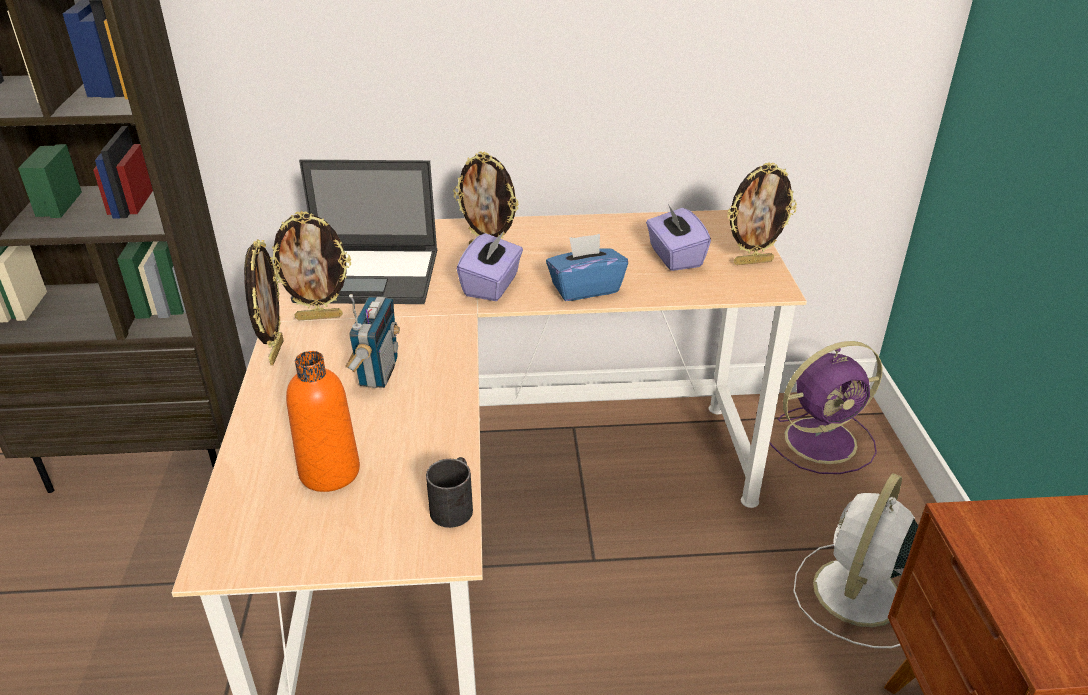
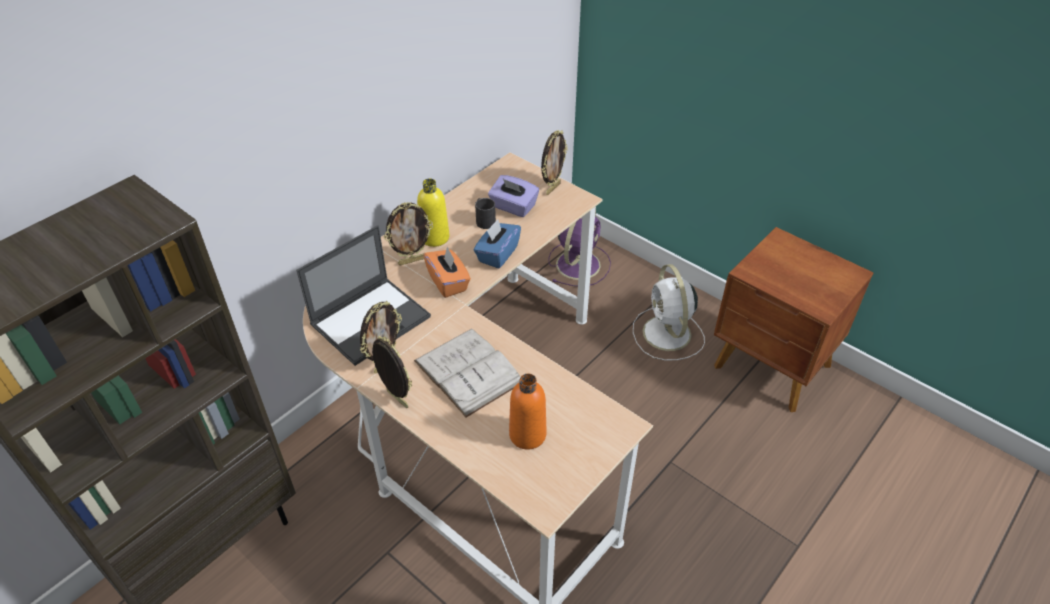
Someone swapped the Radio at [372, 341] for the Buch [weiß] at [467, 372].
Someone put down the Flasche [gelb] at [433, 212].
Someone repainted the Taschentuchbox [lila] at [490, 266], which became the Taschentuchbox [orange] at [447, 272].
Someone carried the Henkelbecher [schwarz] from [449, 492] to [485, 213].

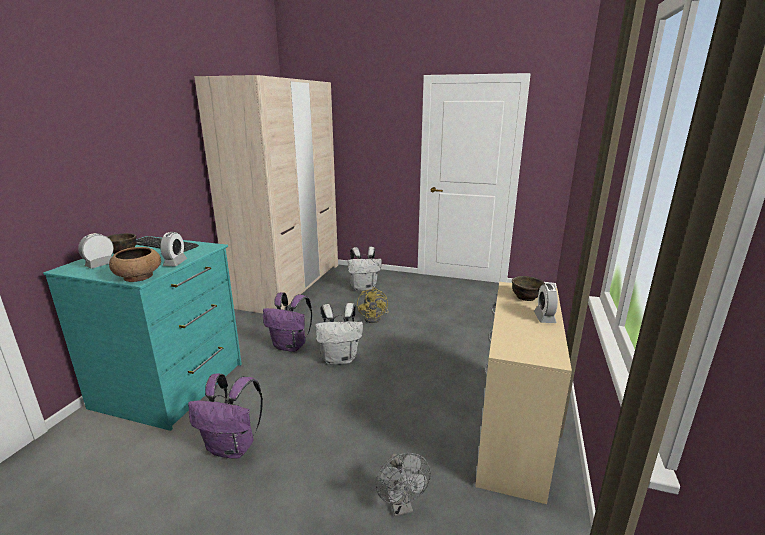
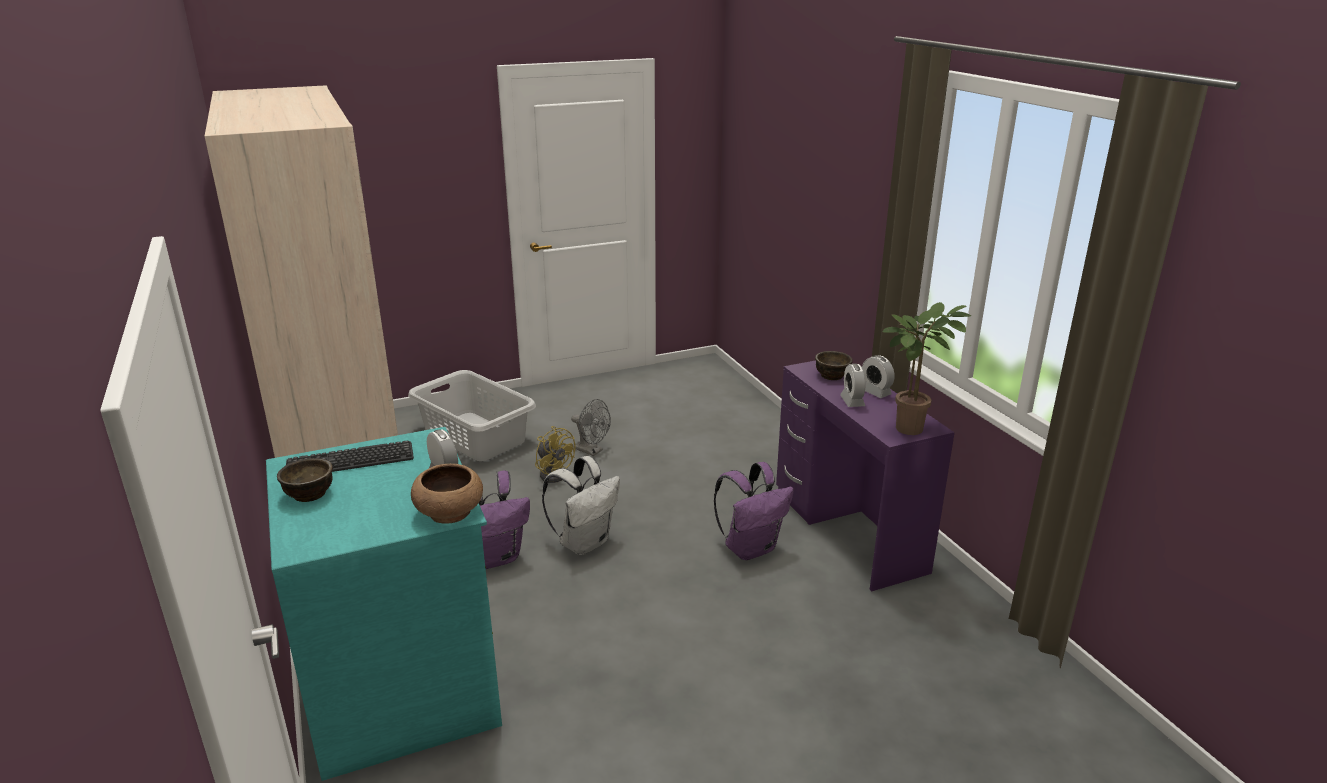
Someone swapped the Rucksack [weiß] at [365, 268] for the Wäschekorb [grau] at [472, 415].
Someone carried the Ventilator [grau] from [403, 484] to [591, 427].
Someone carried the Rucksack [lila] from [225, 416] to [754, 511].
Someone repainted the Schreibtisch [beige] at [523, 393], which became the Schreibtisch [lila] at [865, 476].
Someone carried the Wecker from [96, 251] to [853, 385].
Someone put down the Topfpflanze at [926, 368].

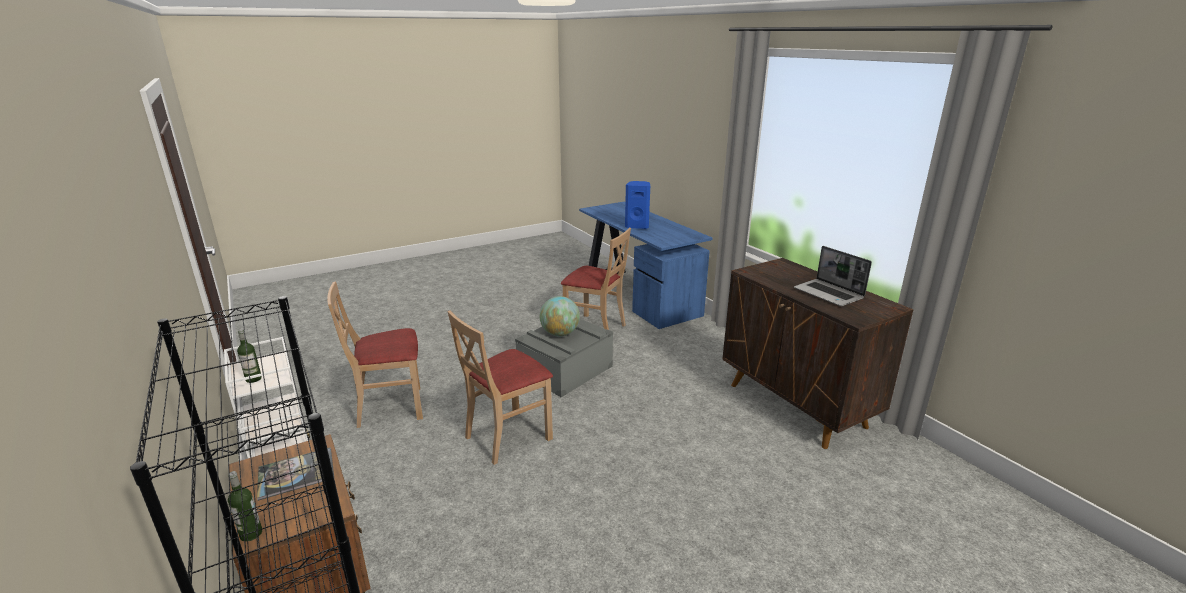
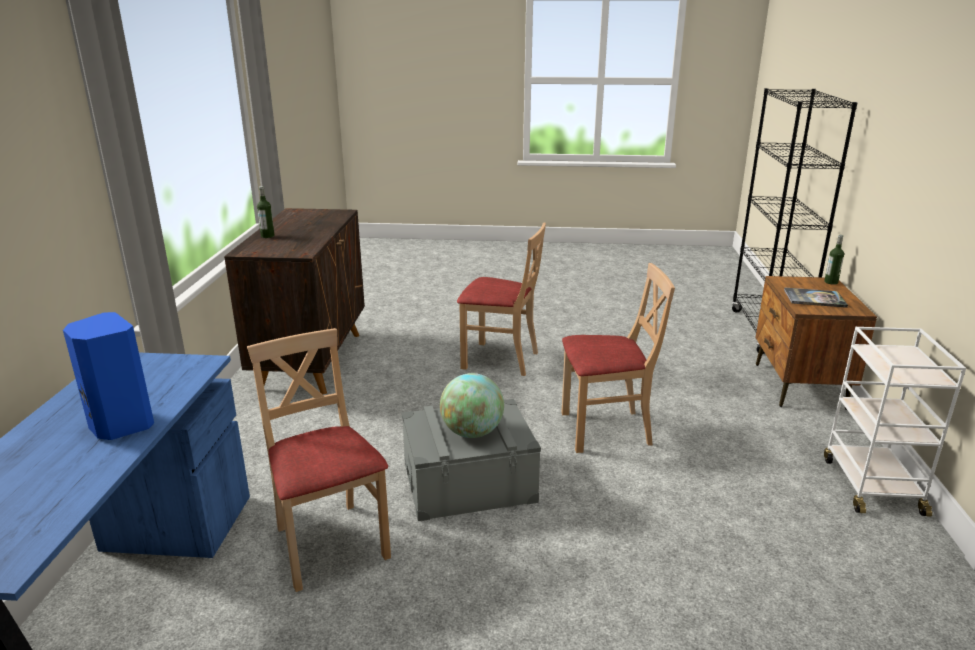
Someone carried the Flasche from [249, 356] to [265, 212].
Someone carried the Stuhl [beige] from [375, 355] to [501, 299].
Someone took away the Laptop at [833, 276].

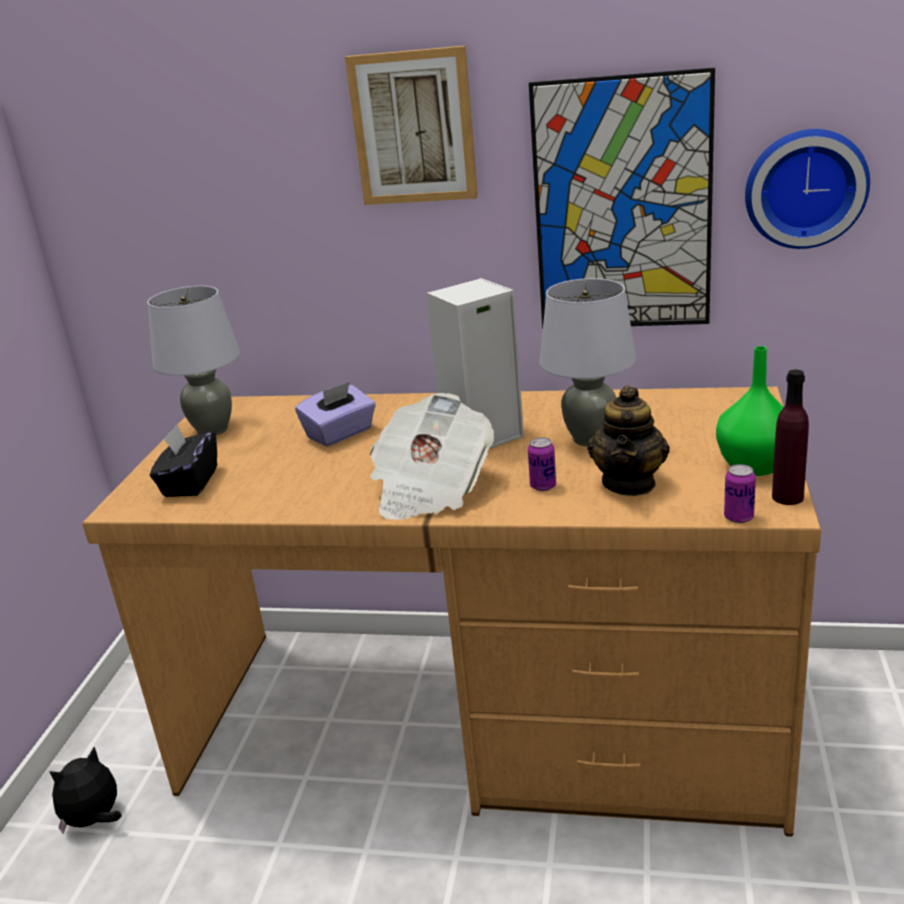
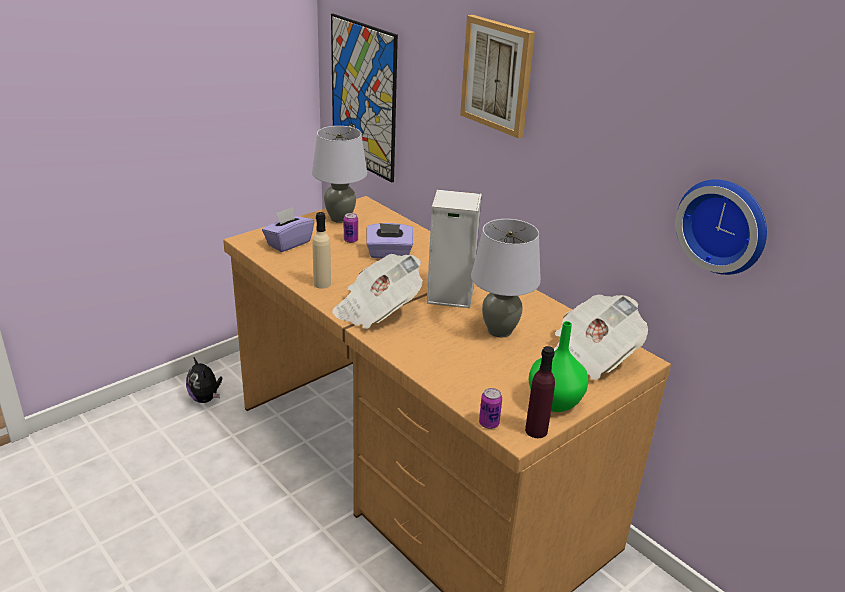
Someone rotated the Plüschtier at [85, 790] by 120 degrees counterclockwise.
Someone repainted the Taschentuchbox [schwarz] at [183, 460], which became the Taschentuchbox [lila] at [288, 229].
Someone put down the Flasche [beige] at [322, 250].
Someone carried the Bild from [622, 198] to [364, 97].
Someone carried the Dose from [542, 464] to [351, 228].
Someone put down the Zeitung at [601, 337].
Someone took away the Teekanne at [628, 440].

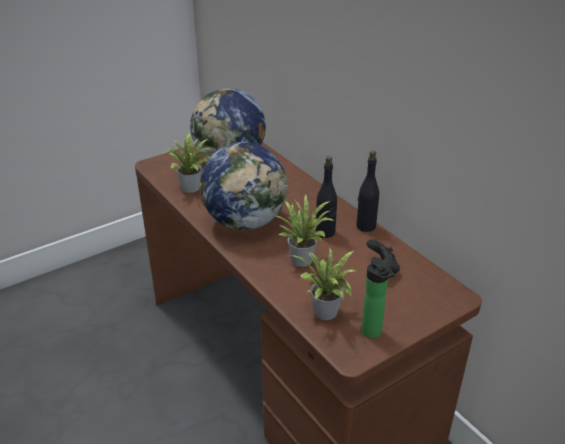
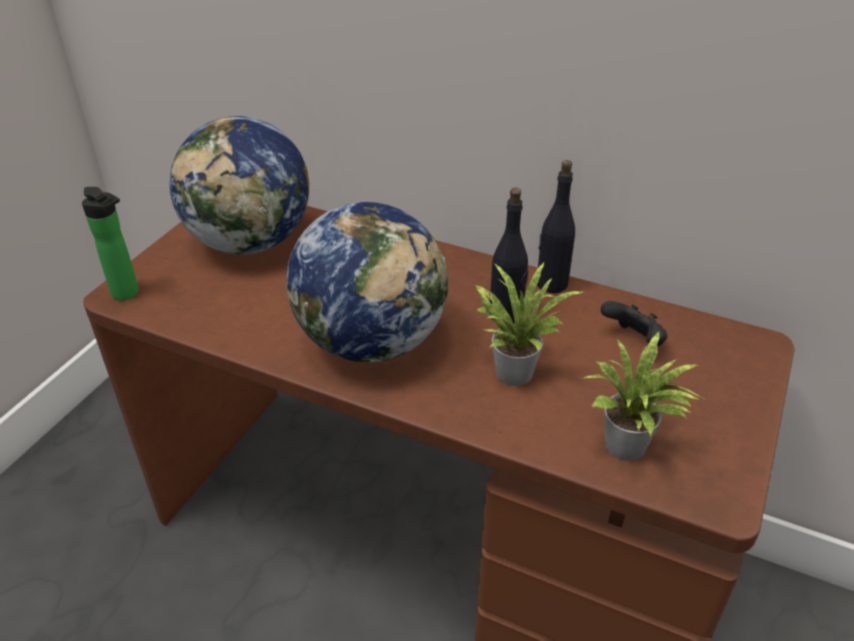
Someone carried the Flasche from [378, 297] to [110, 244].
Someone took away the Topfpflanze at [187, 162].

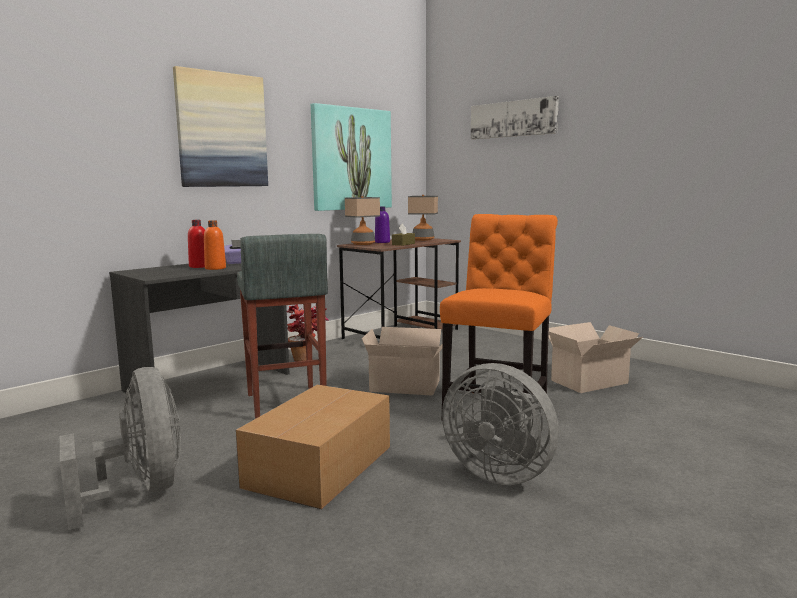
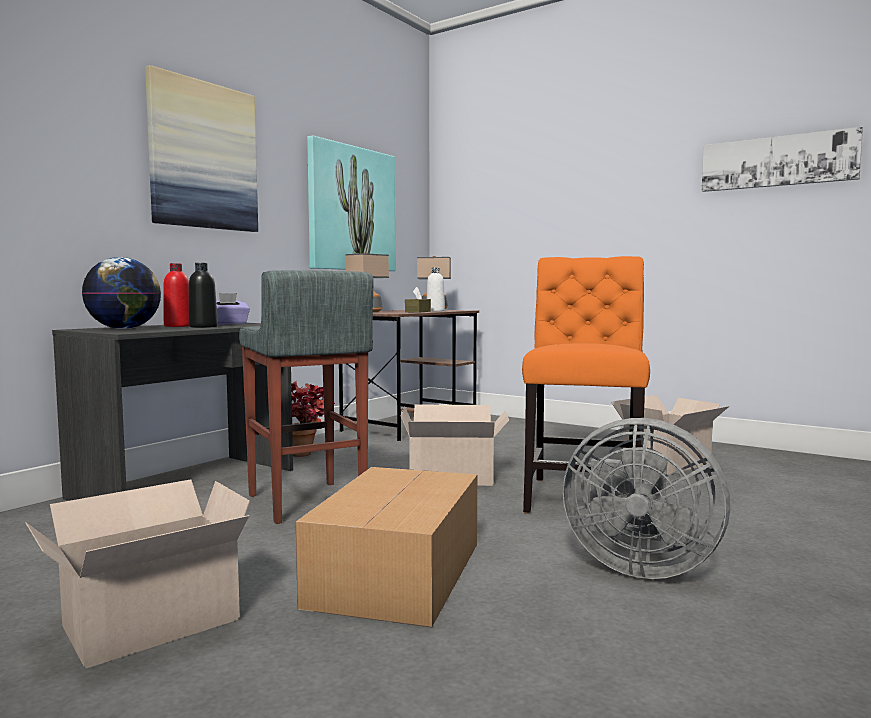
Someone swapped the Ventilator [grau] at [120, 448] for the Karton at [138, 573].
Someone put down the Globus at [121, 293].
Someone repainted the Flasche [orange] at [215, 245], which became the Flasche [schwarz] at [203, 295].
Someone put down the Flasche [weiß] at [436, 289].
Someone carried the Bild from [515, 117] to [782, 159].
Someone took away the Flasche [lila] at [382, 224].

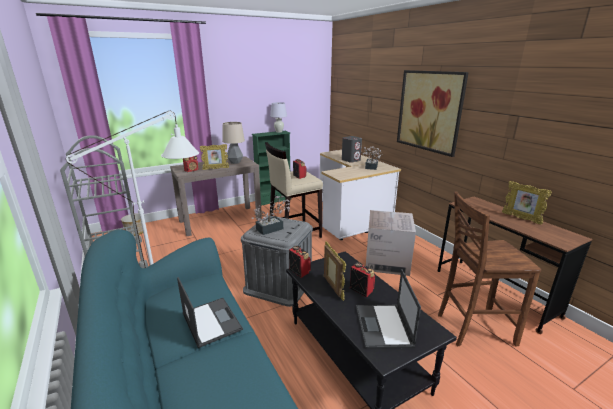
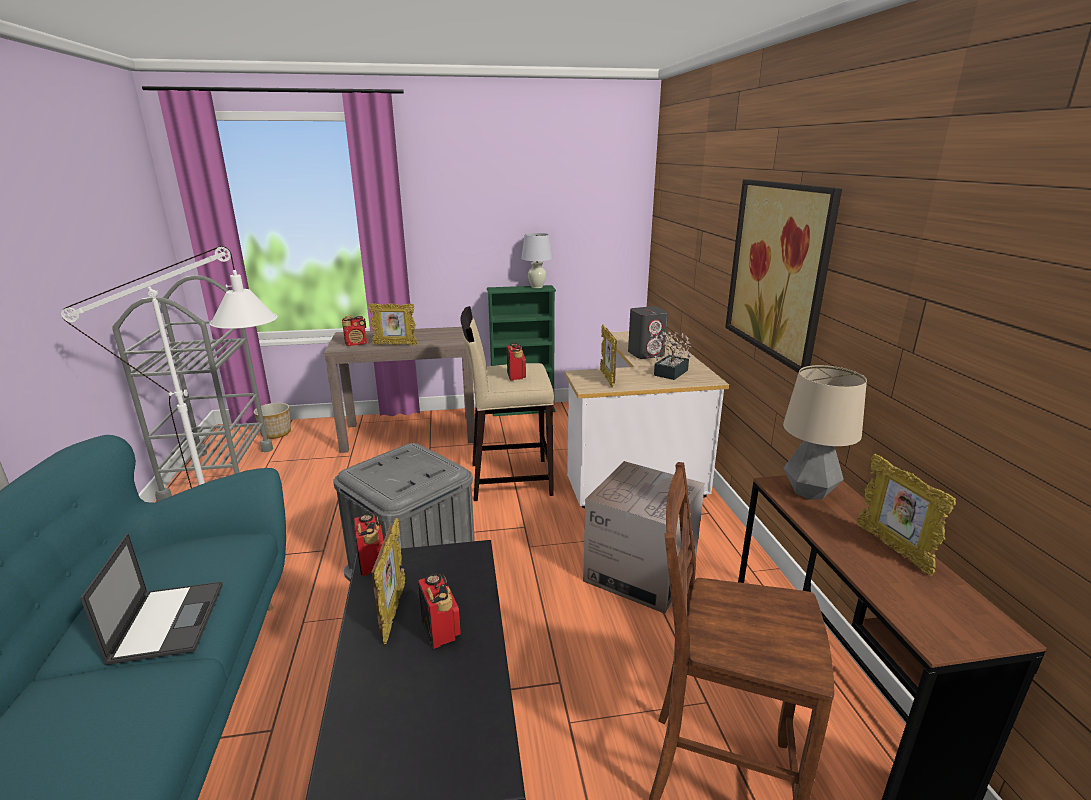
Someone put down the Bilderrahmen at [608, 356].
Someone carried the Tischlampe from [233, 143] to [825, 432].
Someone took away the Topfpflanze at [270, 215].
Someone took away the Laptop at [388, 309].

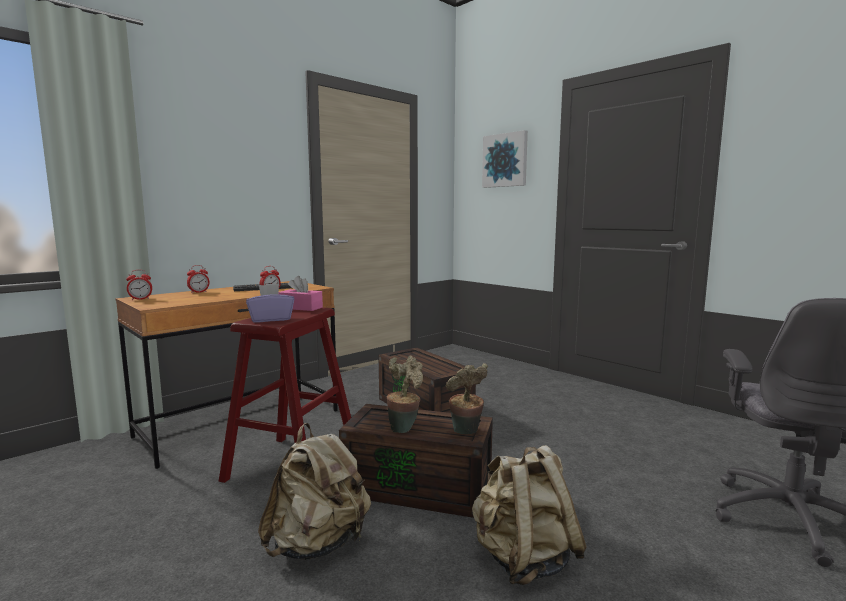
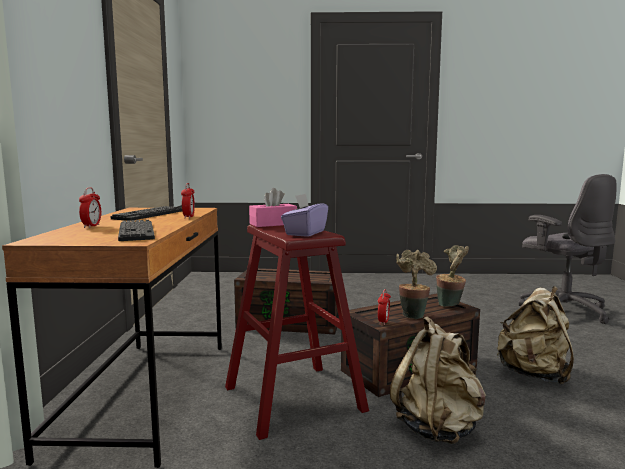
Someone put down the Tastatur at [136, 230].
Someone carried the Wecker from [139, 285] to [384, 307].
Someone took away the Bild at [505, 159].

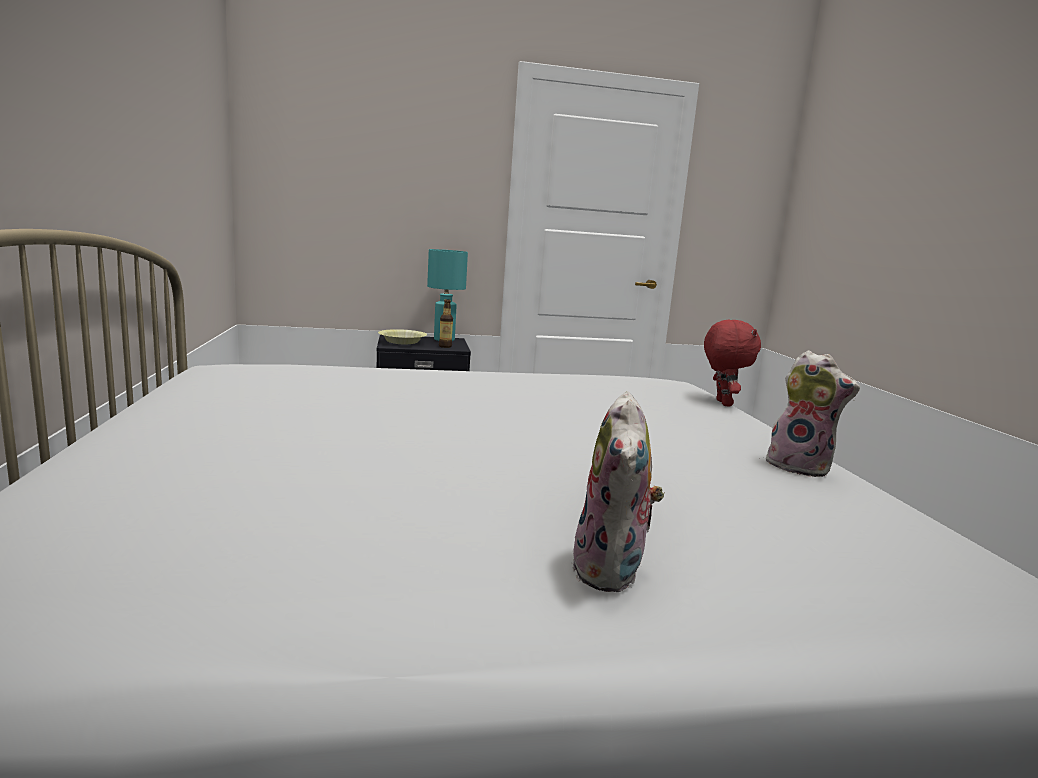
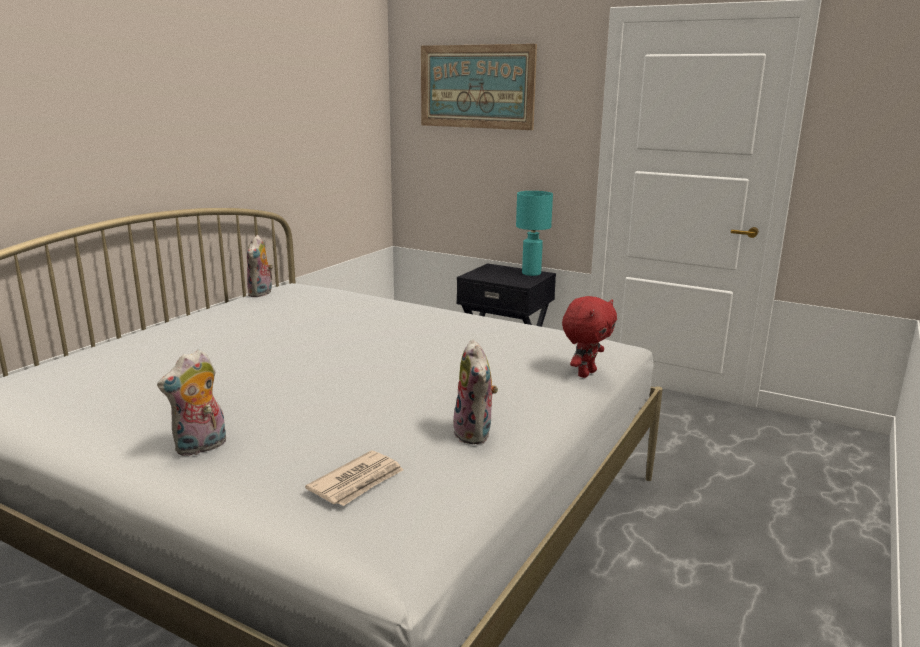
Someone put down the Plüschtier at [260, 266].
Someone put down the Zeitung at [354, 478].
Someone put up the Bild at [479, 87].
Someone took away the Schüssel [gelb] at [402, 336].
Someone took away the Flasche at [446, 323].

